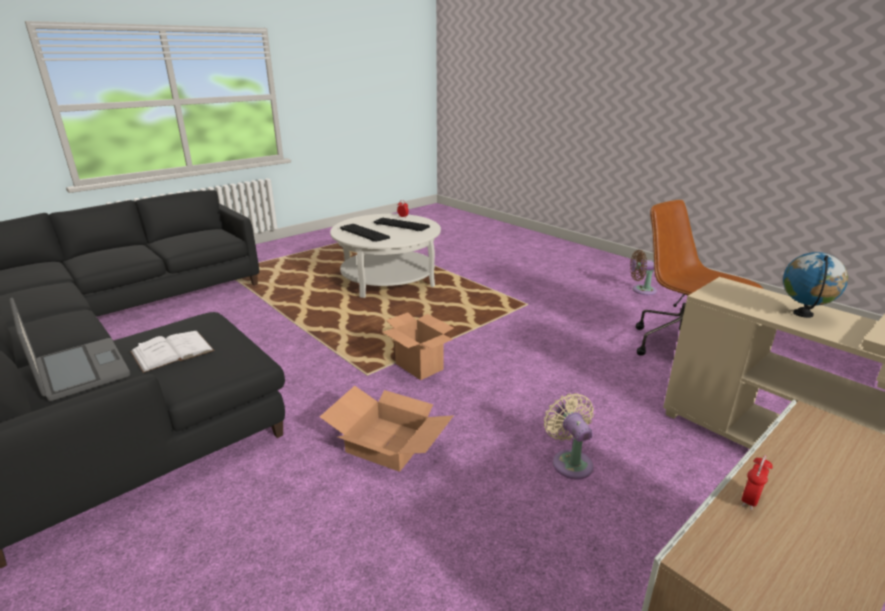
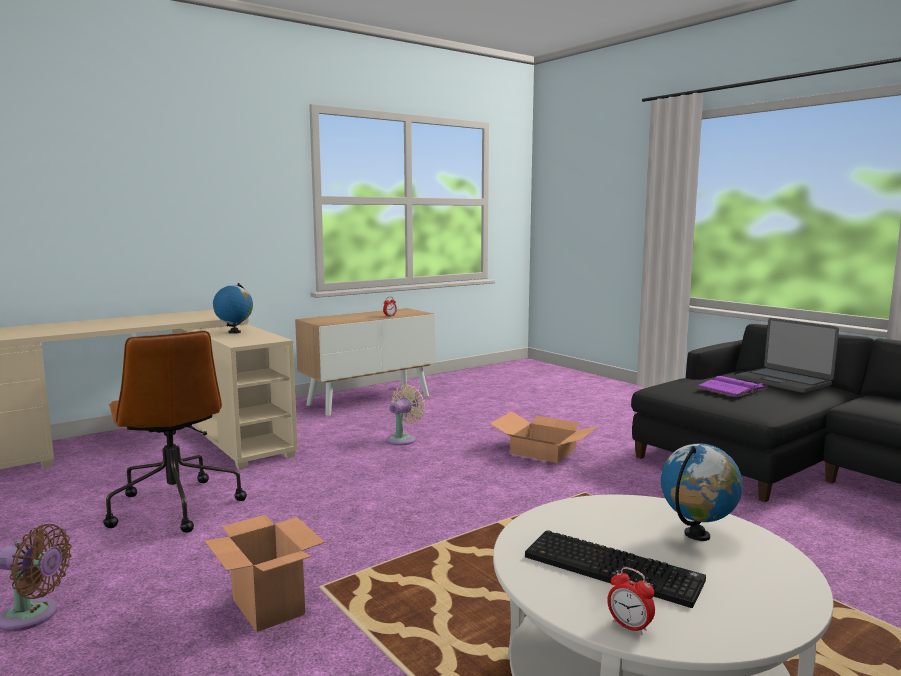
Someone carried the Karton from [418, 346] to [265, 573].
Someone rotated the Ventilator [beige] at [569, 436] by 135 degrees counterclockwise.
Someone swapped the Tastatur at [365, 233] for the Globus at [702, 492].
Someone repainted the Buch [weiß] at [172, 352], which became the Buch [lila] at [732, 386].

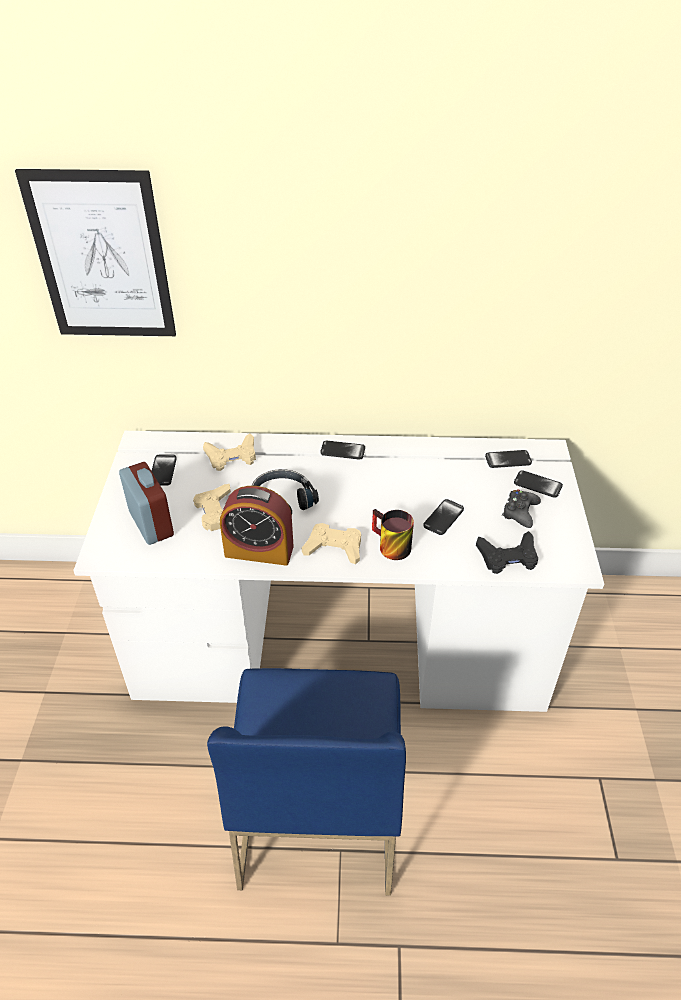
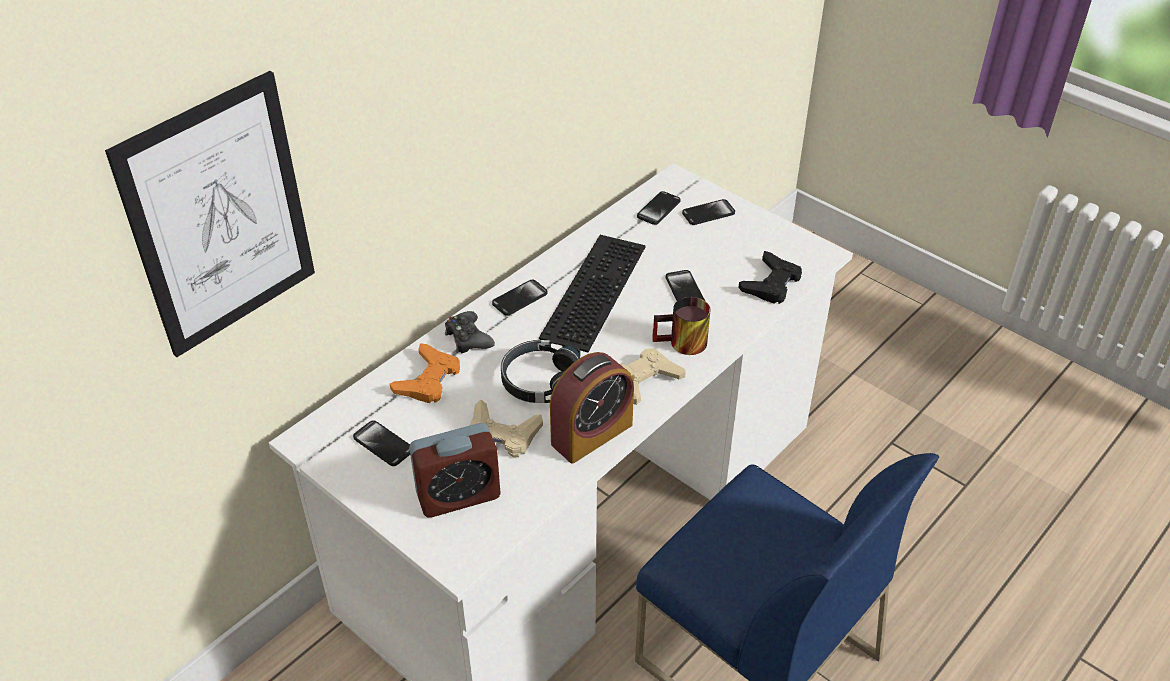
Someone repainted the Gamepad [beige] at [229, 452], which became the Gamepad [orange] at [425, 373].
Someone rotated the Wecker at [146, 503] by 150 degrees clockwise.
Someone carried the Gamepad [schwarz] from [521, 508] to [470, 332].
Someone put down the Tastatur at [592, 293].

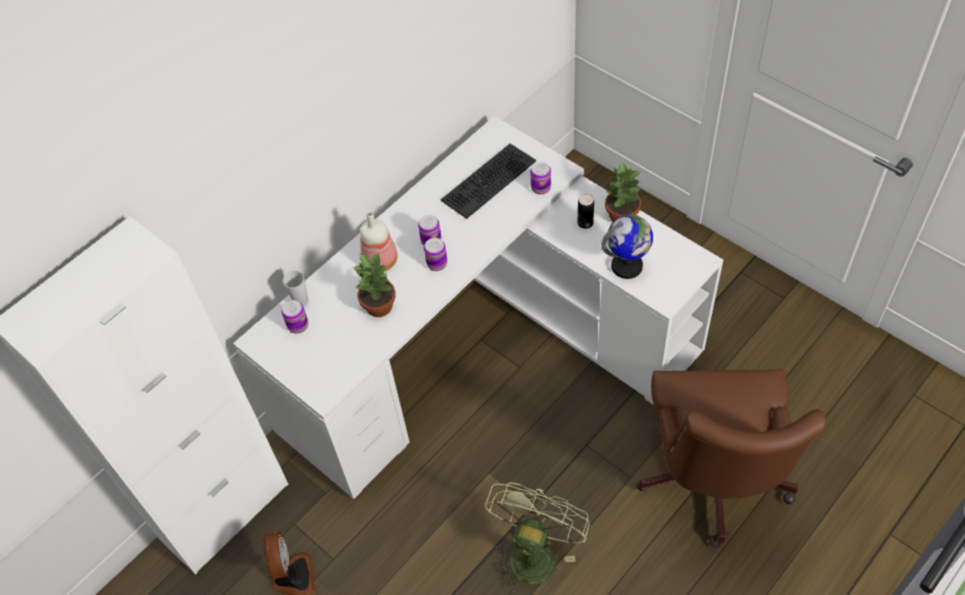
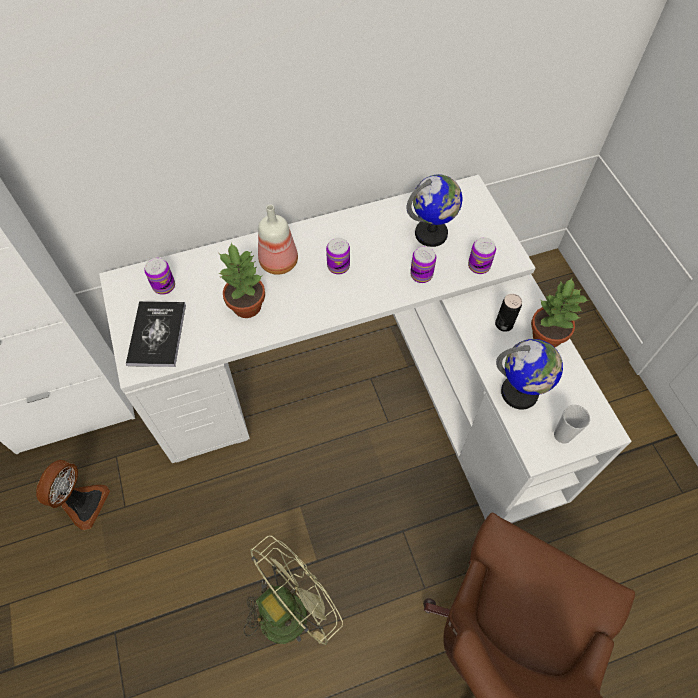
Someone put down the Buch at [156, 334].
Someone swapped the Tastatur at [488, 181] for the Globus at [435, 210].
Someone carried the Dose from [435, 254] to [423, 264].
Someone carried the Tasse from [295, 289] to [572, 424].

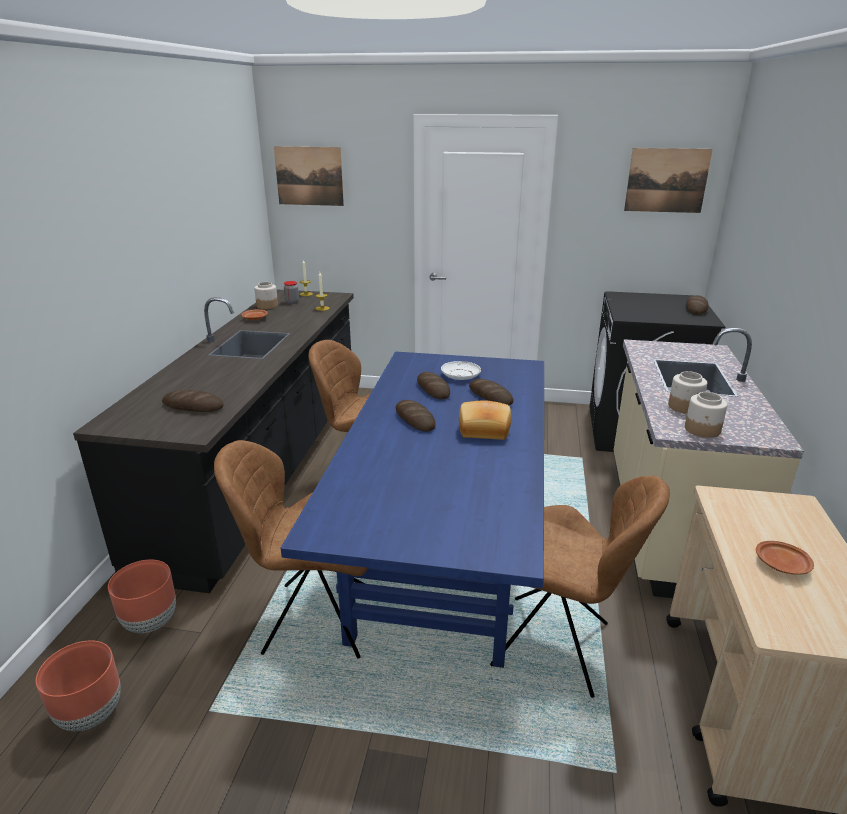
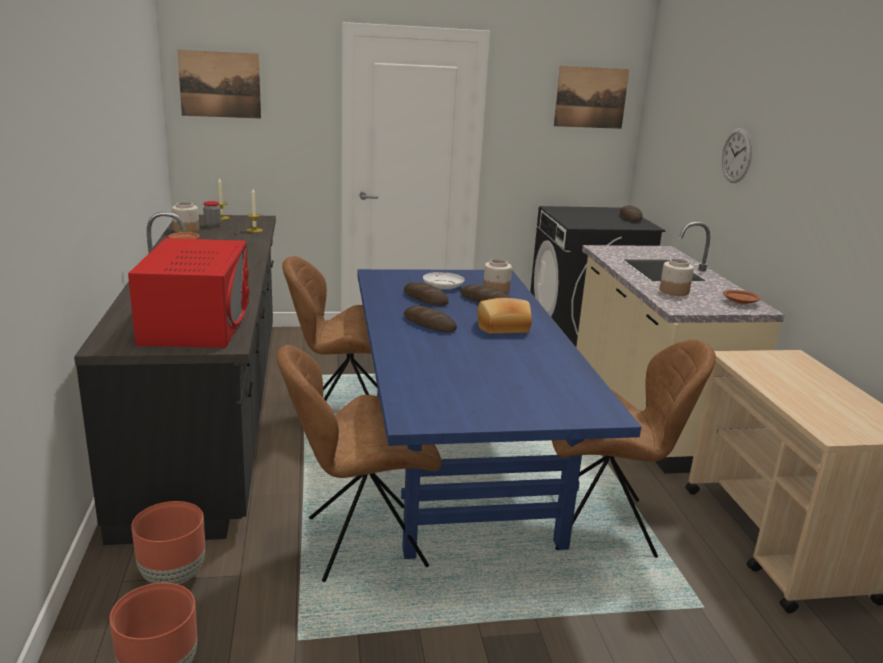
Someone swapped the Brot at [193, 401] for the Mikrowelle [rot] at [188, 293].
Someone carried the Vorratsglas from [706, 415] to [497, 276].
Someone put up the Wanduhr at [737, 155].
Someone carried the Teller [braun] from [785, 558] to [742, 297].

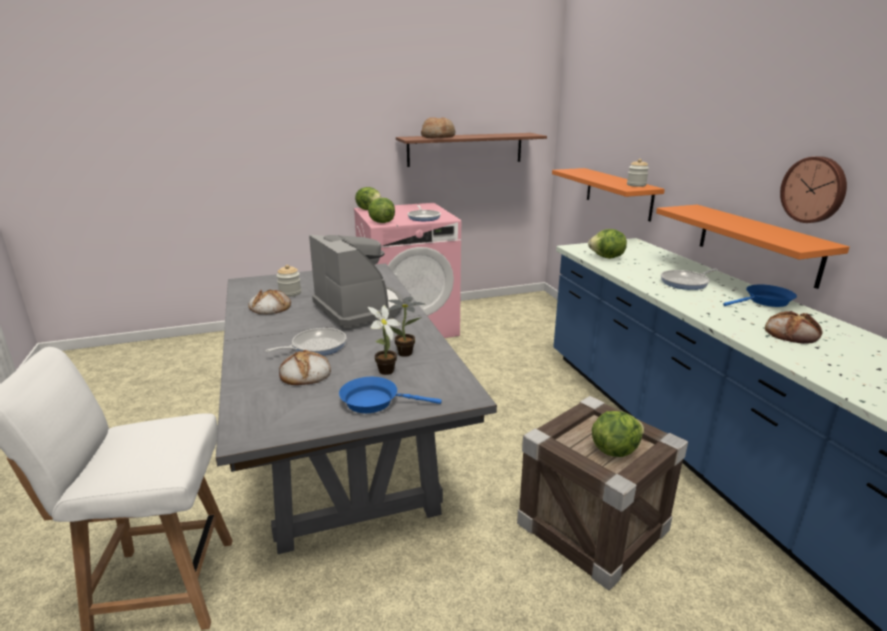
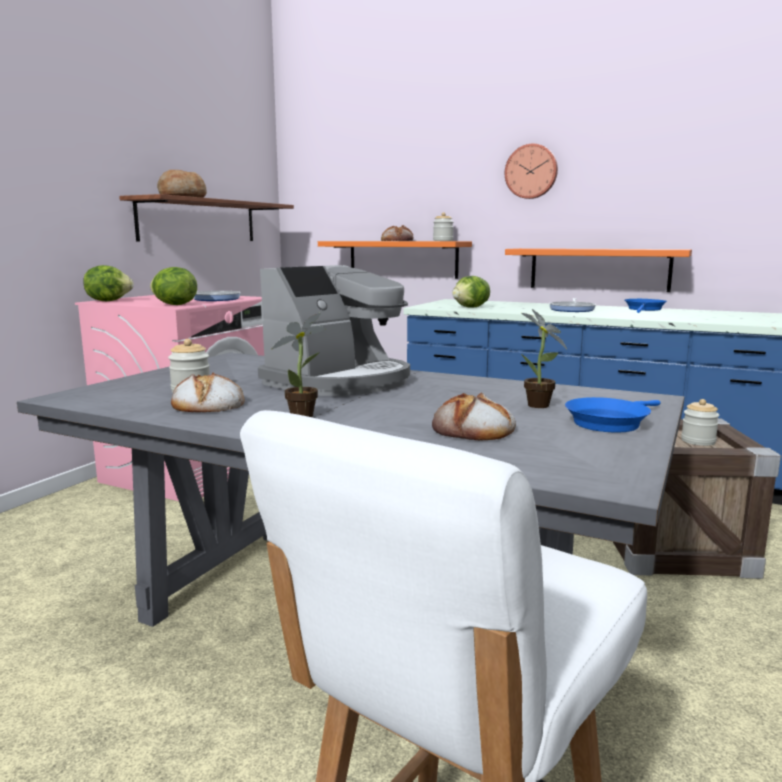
Someone rotated the Kaffeemaschine at [356, 282] by 120 degrees clockwise.
Someone carried the Topfpflanze from [406, 327] to [298, 365].
Someone carried the Brot from [793, 327] to [397, 233].
Someone carried the Wanduhr from [813, 189] to [531, 171].
Someone swapped the Salatkopf at [618, 434] for the Vorratsglas at [700, 422].
Someone took away the Pfanne at [305, 341].

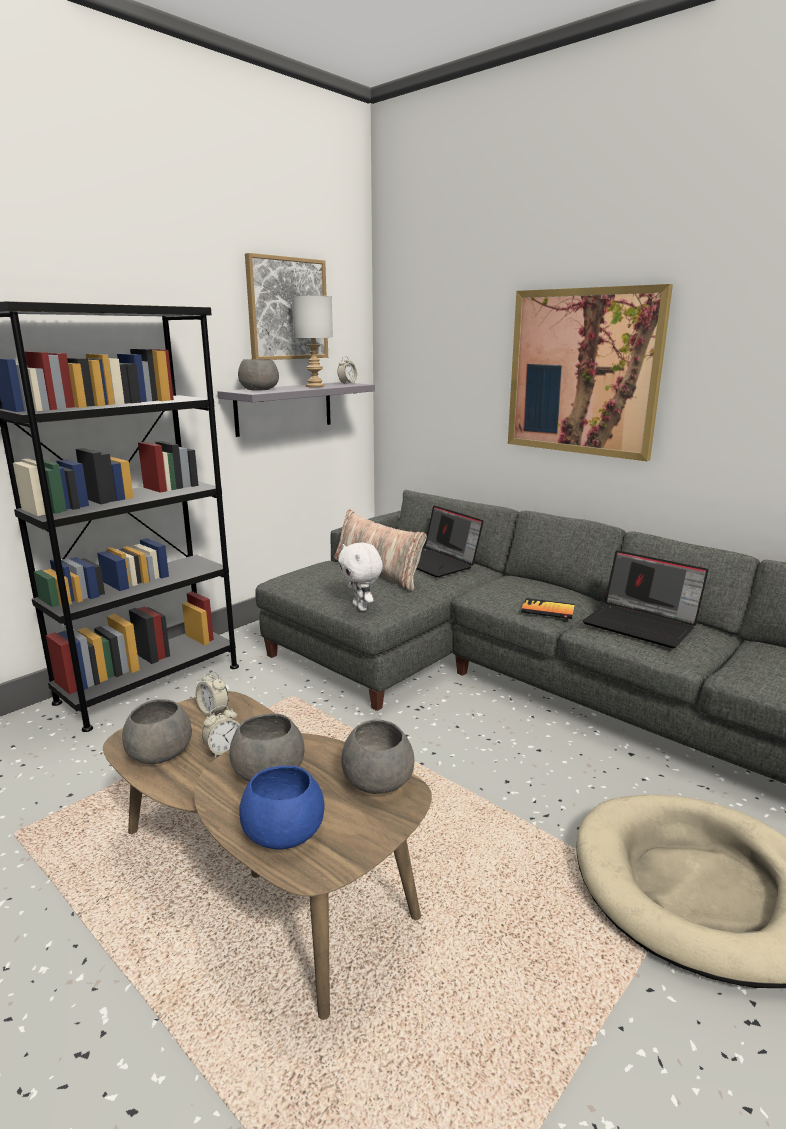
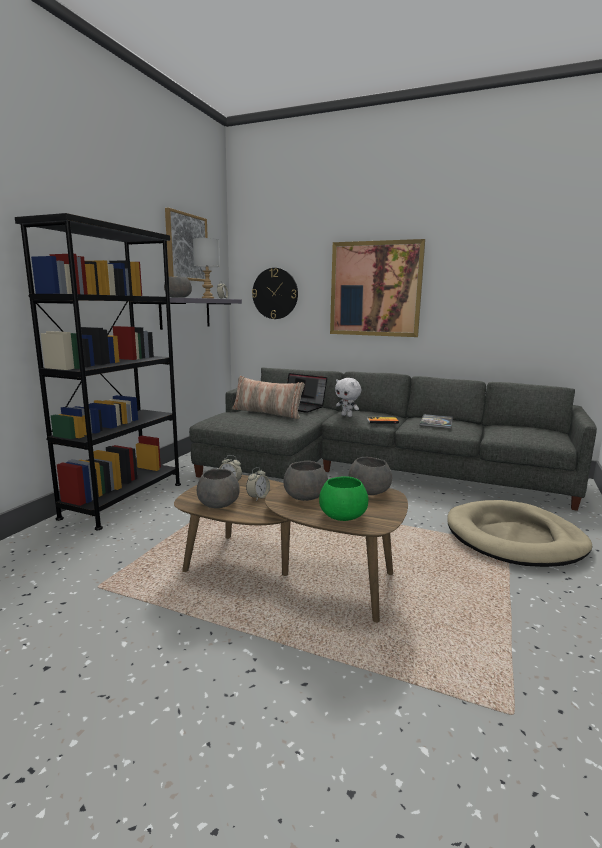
Someone put up the Wanduhr at [275, 293].
Someone repainted the Schüssel [blau] at [281, 807], which became the Schüssel [grün] at [343, 498].
Someone carried the Plüschtier [weiß] from [360, 577] to [348, 397].
Someone swapped the Laptop at [645, 599] for the Buch at [436, 421].

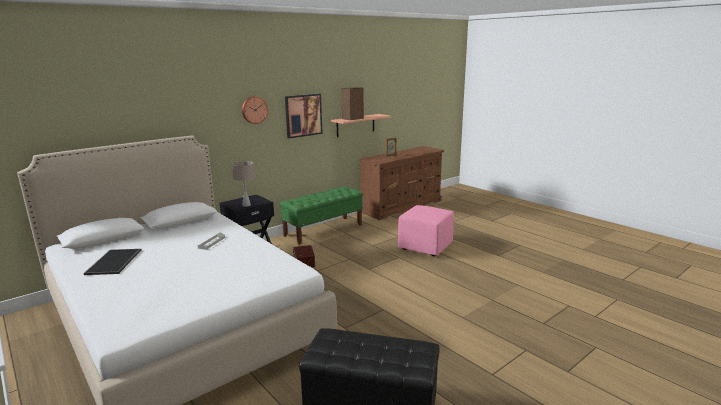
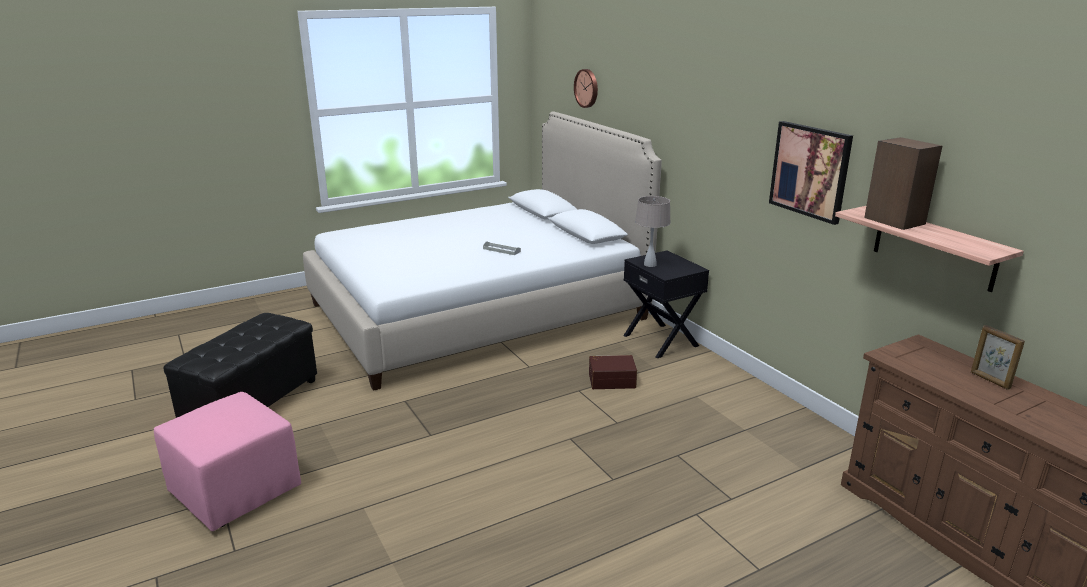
Someone carried the Polsterhocker [rosa] from [426, 230] to [227, 461].
Someone carried the Wanduhr from [255, 110] to [586, 88].
Someone took away the Tablett at [112, 262].
Someone took away the Bank [grün] at [321, 216].

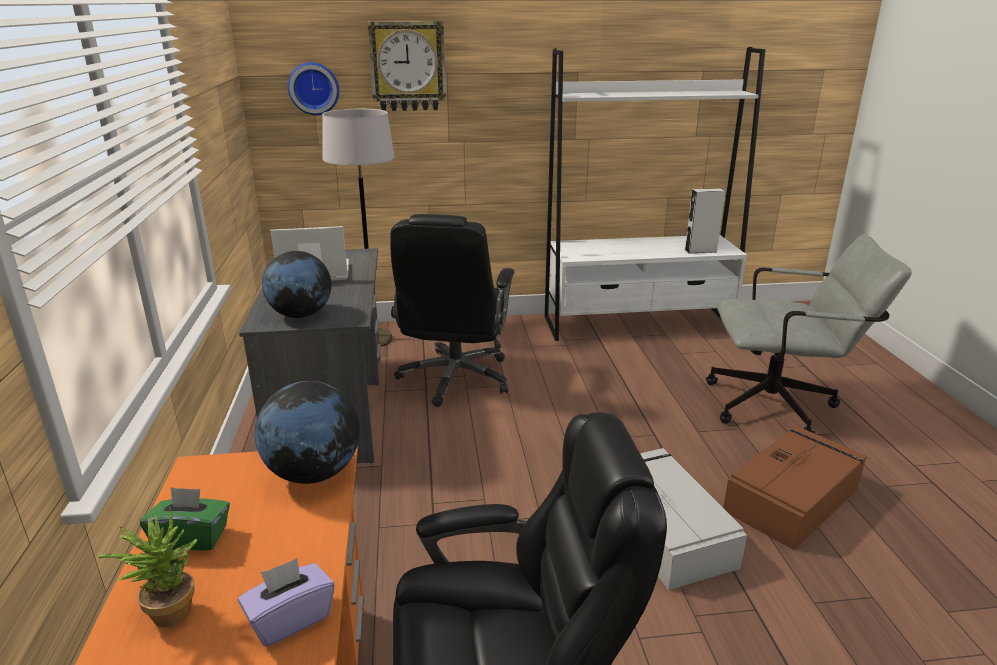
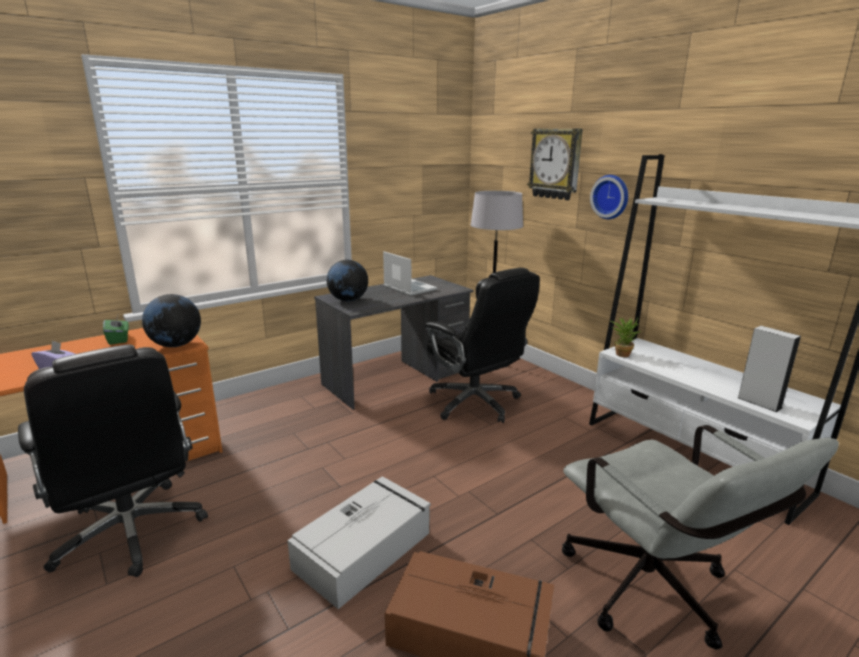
Someone rotated the Bürostuhl [schwarz] at [452, 310] by 105 degrees counterclockwise.
Someone carried the Wanduhr from [313, 88] to [609, 197].
Someone carried the Topfpflanze from [148, 567] to [625, 337].

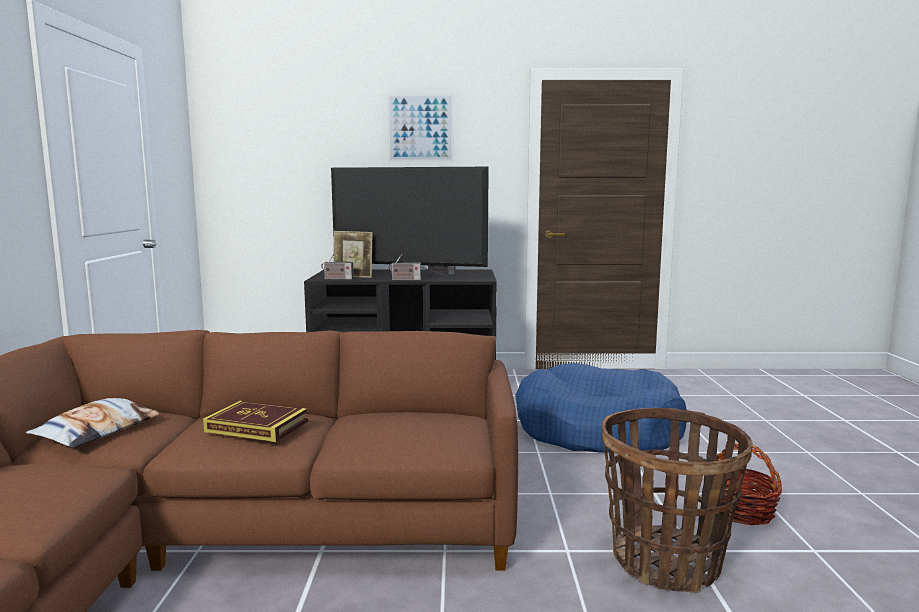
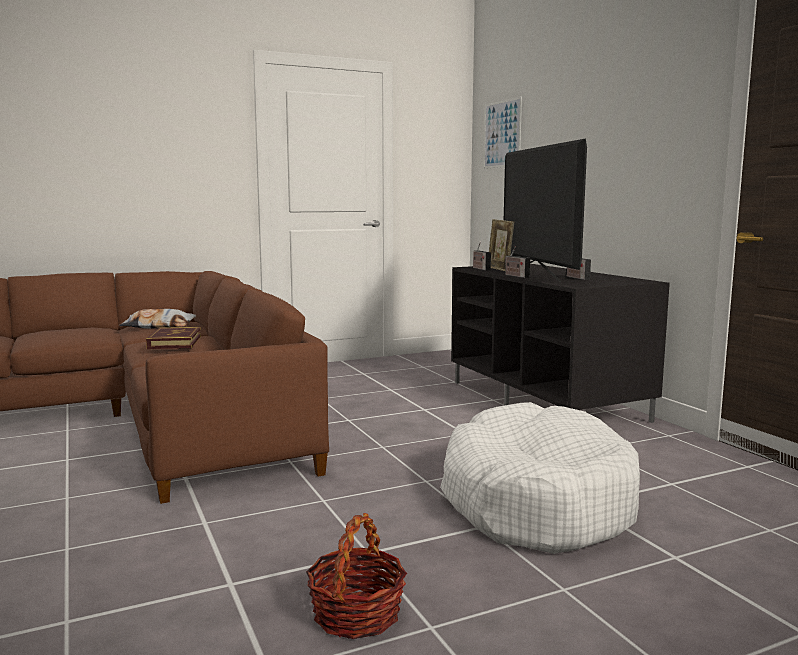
Someone repainted the Hundebett [blau] at [601, 408], which became the Hundebett [weiß] at [540, 478].
Someone carried the Bild from [420, 128] to [503, 132].
Someone took away the Korb at [677, 500].

